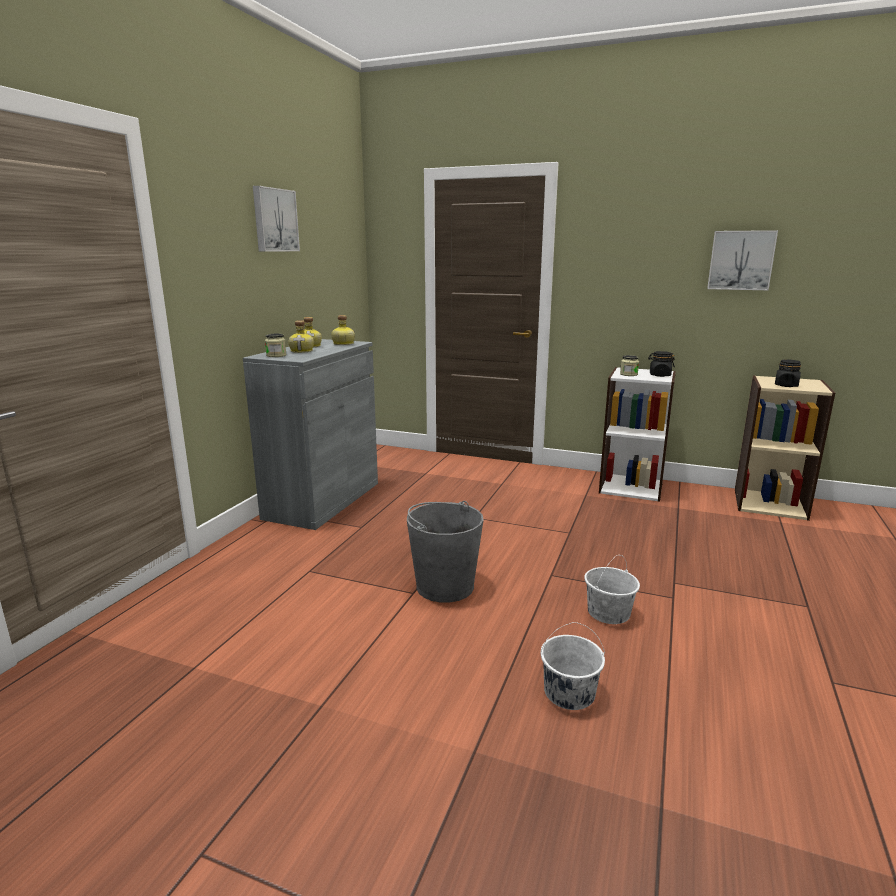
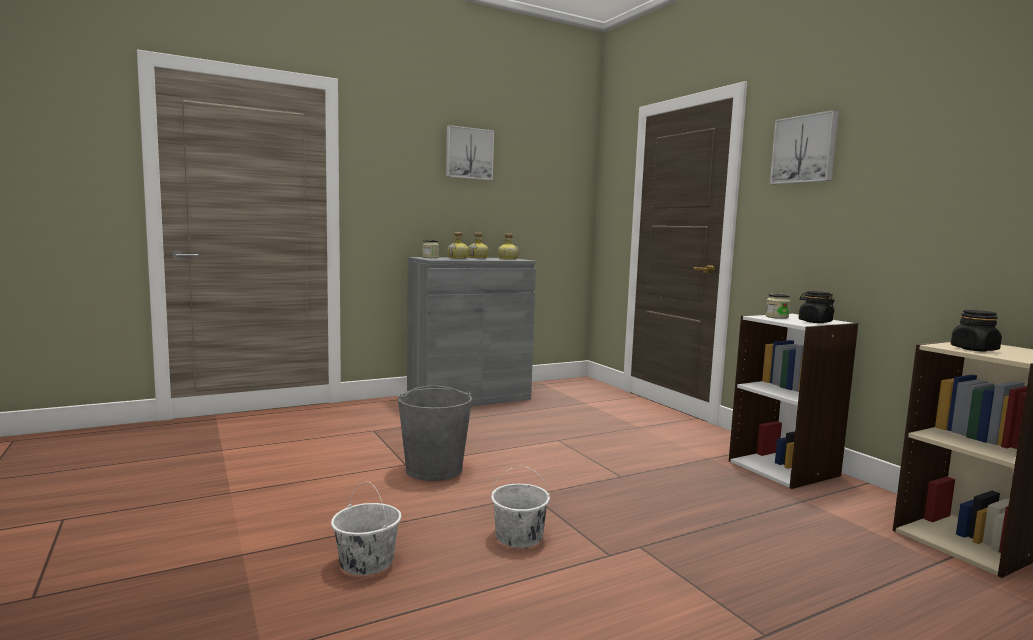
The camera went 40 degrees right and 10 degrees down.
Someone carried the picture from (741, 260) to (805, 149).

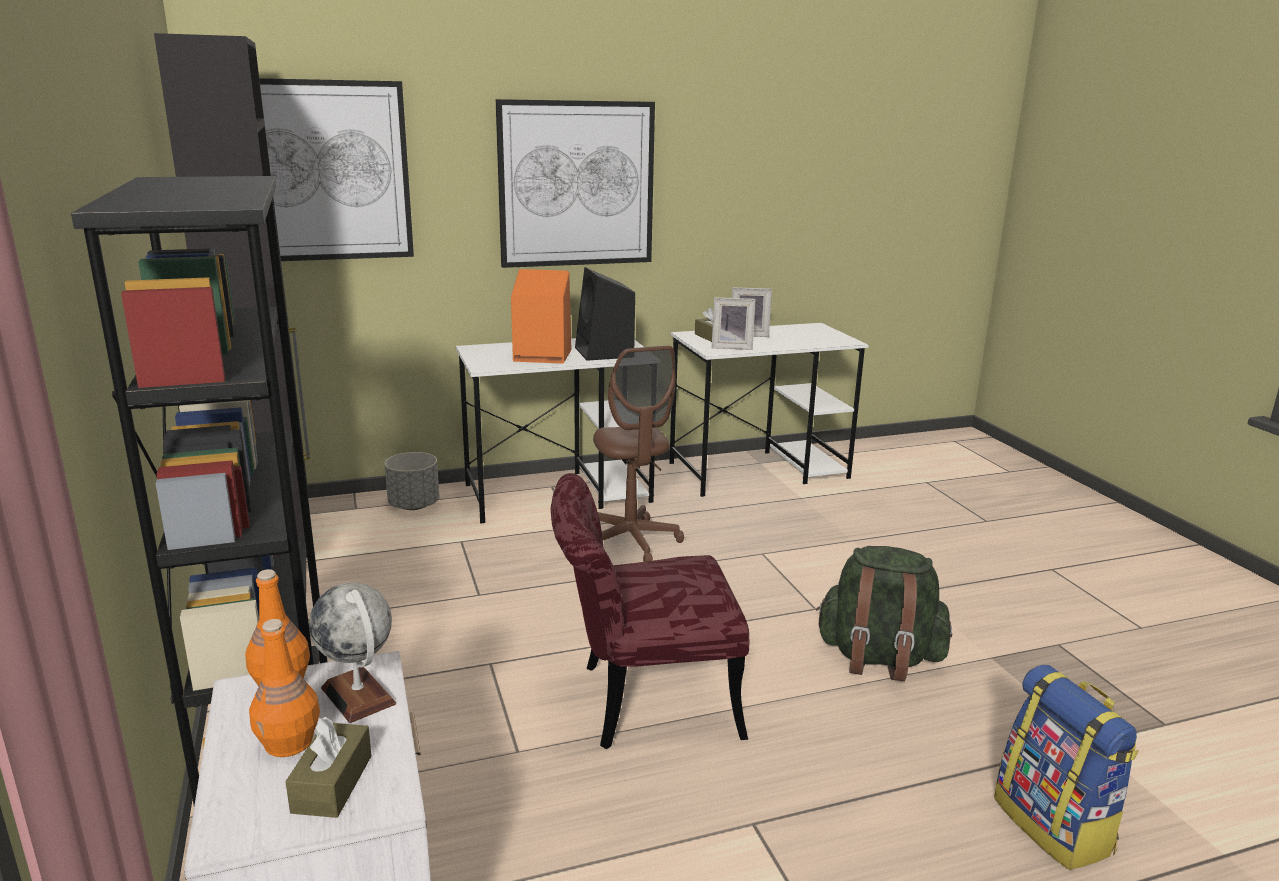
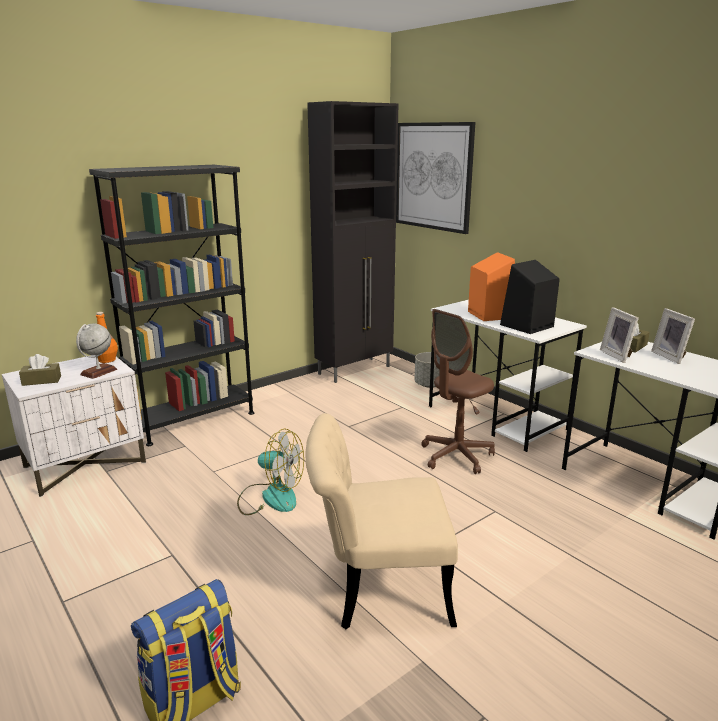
The camera went 70 degrees right and 0 degrees up.
Someone swapped the red chair at (641, 702) for the fan at (270, 497).
Someone swapped the green backpack at (878, 658) for the beige chair at (377, 589).
Someone took away the orange bottle at (289, 742).
Someone took away the picture at (576, 184).

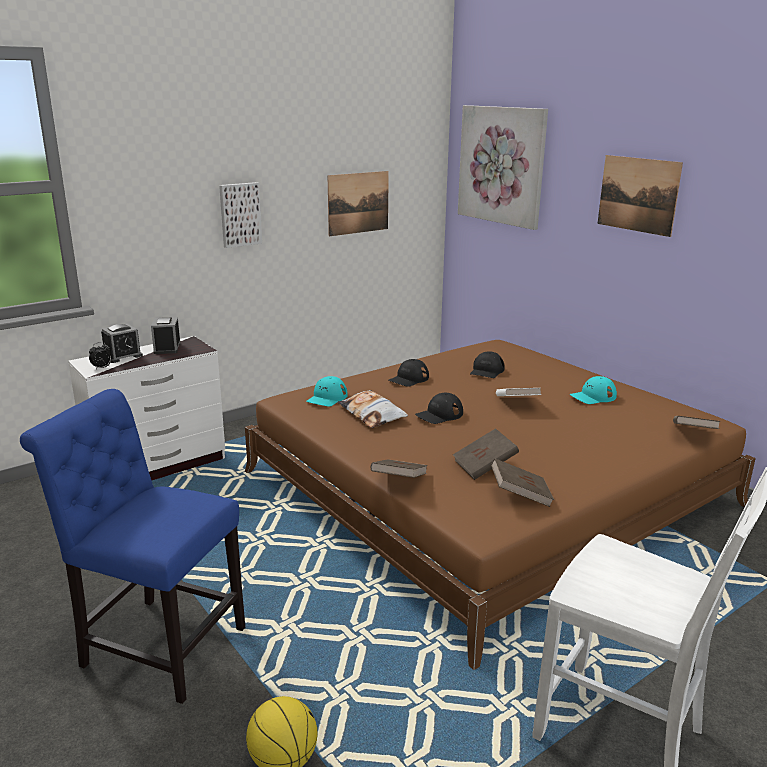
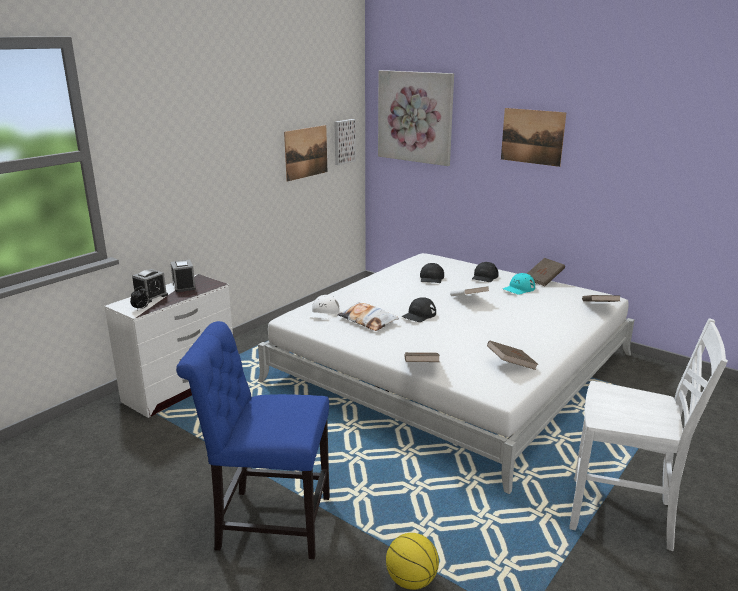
The camera went 15 degrees left and 0 degrees up.
Someone repainted the brown bed at (486, 488), which became the white bed at (451, 367).
Someone repainted the turquoise cap at (327, 398), which became the white cap at (324, 312).
Someone carried the picture from (239, 214) to (343, 141).
Someone carried the black cap from (409, 379) to (484, 277).
Someone carried the brown book from (484, 466) to (544, 280).

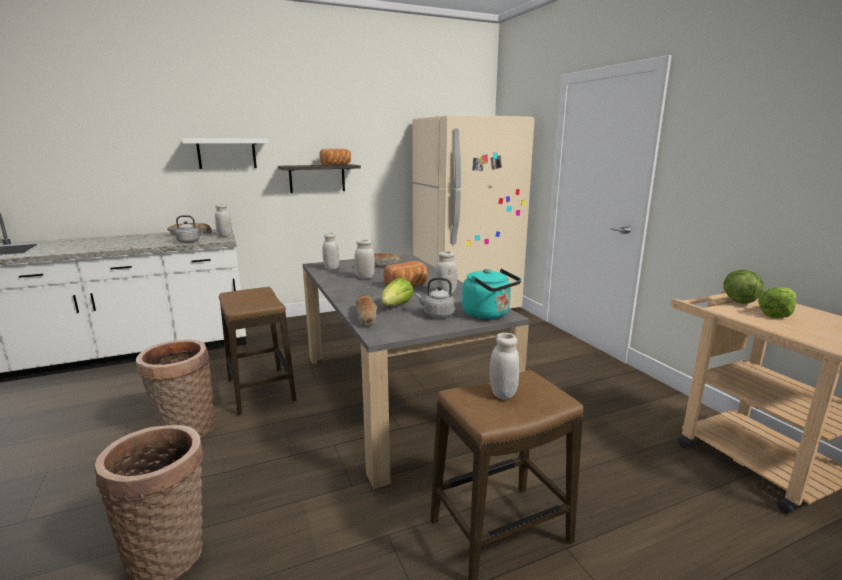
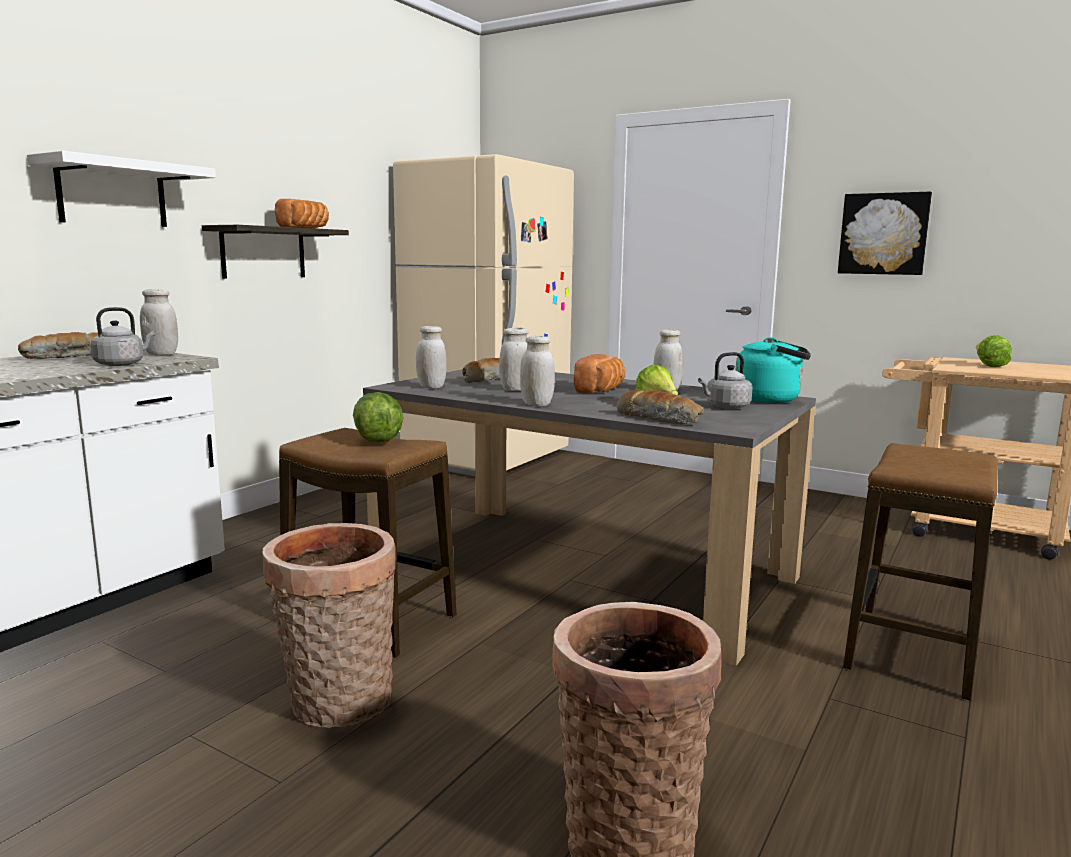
The camera went 35 degrees left and 5 degrees down.
Someone carried the lettuce from (738, 300) to (378, 439).
Someone carried the white jar from (503, 393) to (536, 404).
Someone put up the picture at (883, 234).

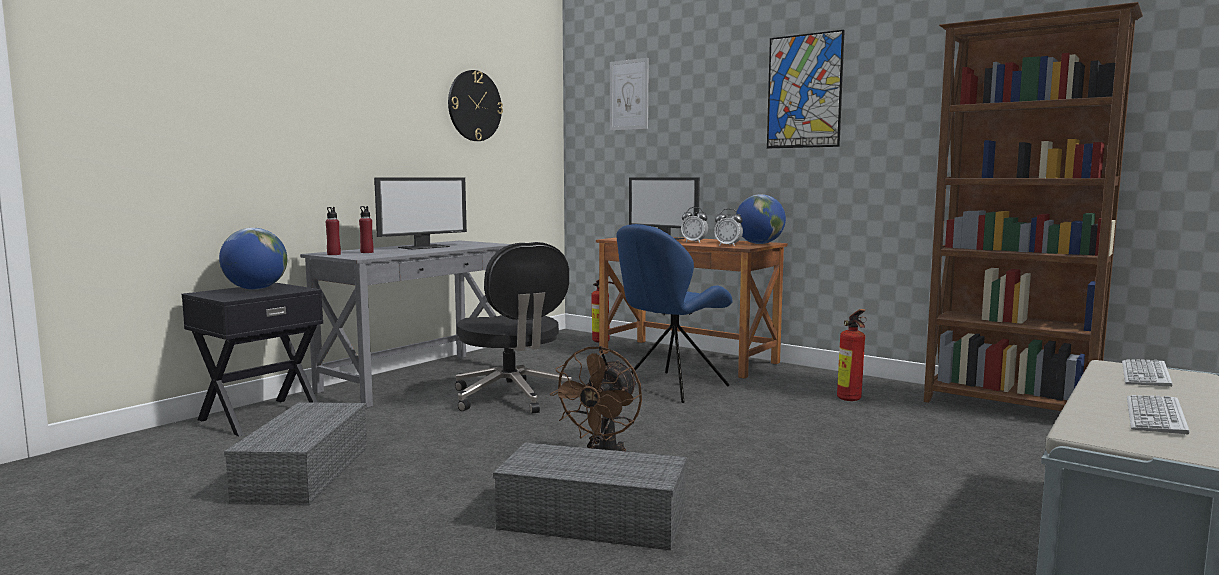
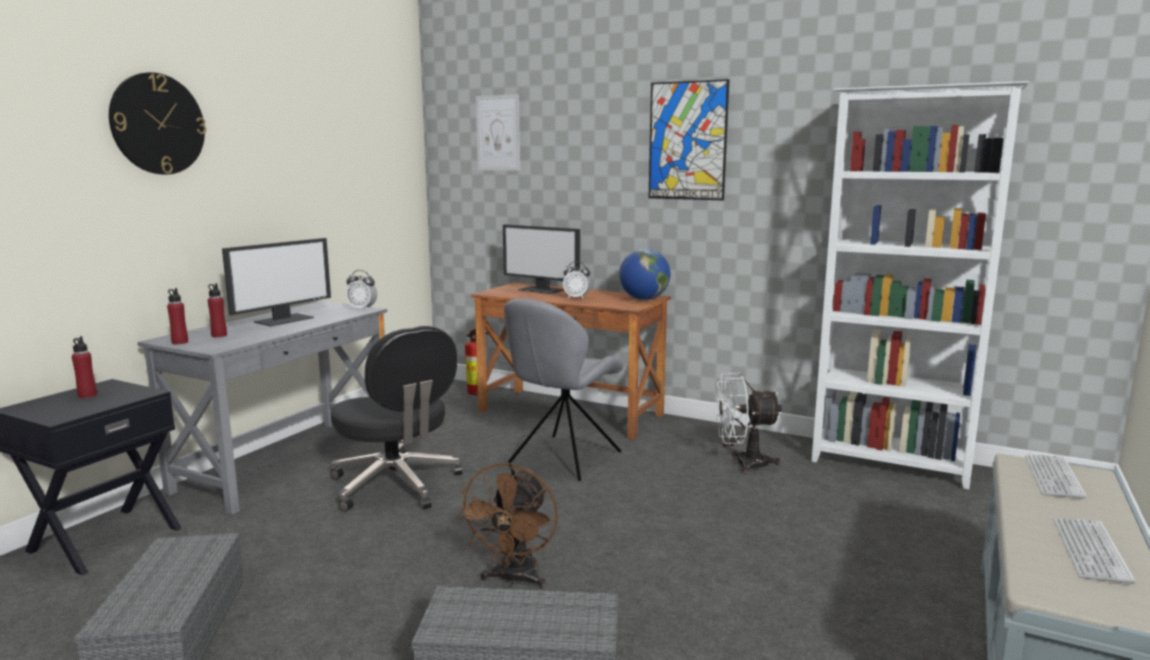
The camera went 10 degrees left and 5 degrees up.
Someone swapped the globe at (256, 289) for the red bottle at (87, 395).
Someone carried the wall clock from (474, 106) to (158, 124).
Someone carried the alarm clock from (728, 245) to (362, 309).
Someone repainted the blue chair at (671, 388), which became the grey chair at (563, 459).
Someone swapped the fire extinguisher at (850, 400) for the white fan at (742, 464).
Someone repainted the brown bookcase at (1009, 408), which became the white bookcase at (891, 465).

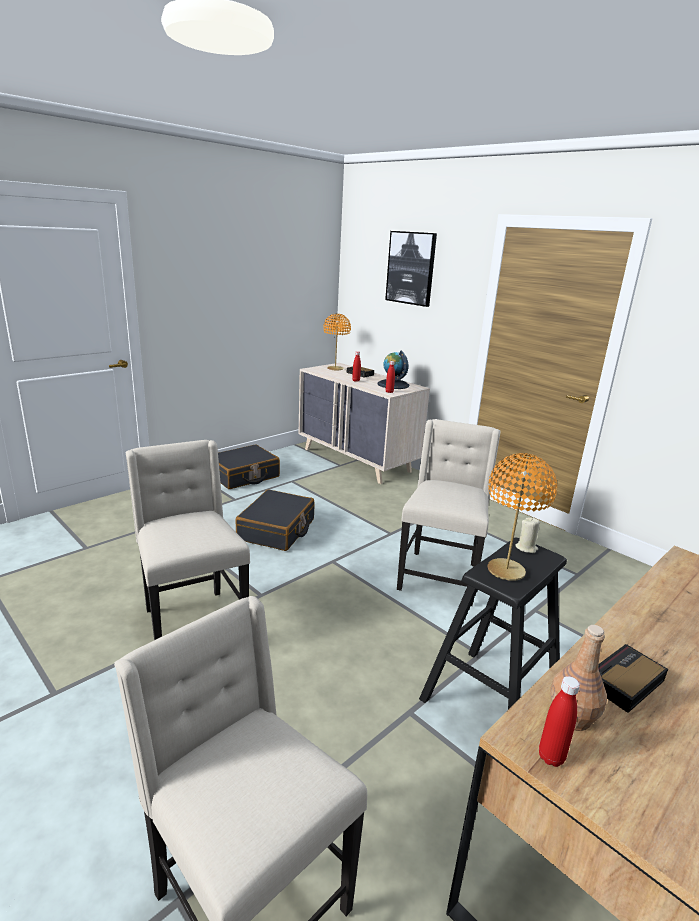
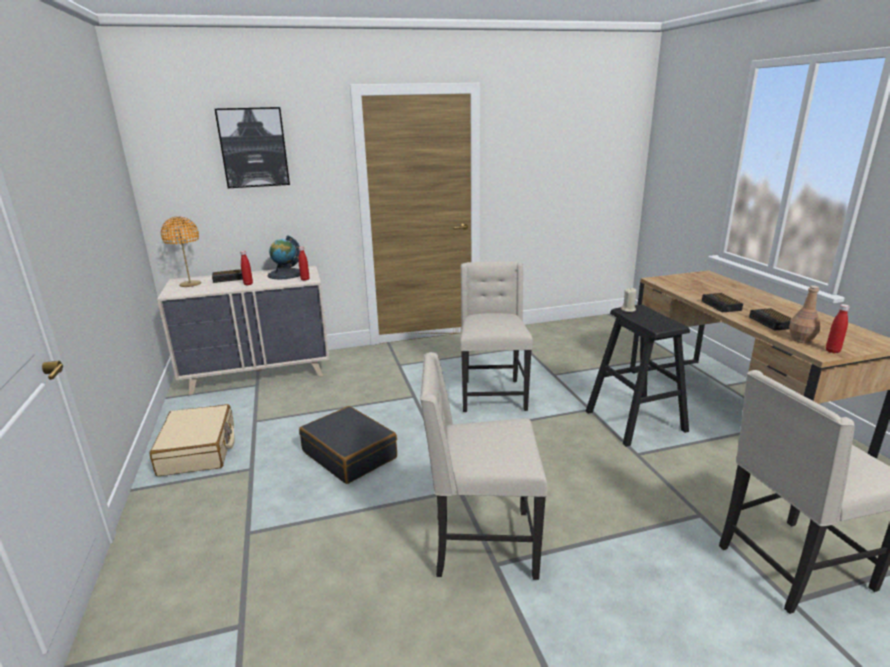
The camera went 60 degrees left and 0 degrees up.
Someone repainted the black suitcase at (243, 476), which became the beige suitcase at (198, 450).
Someone rotated the beige chair at (439, 576) by 45 degrees clockwise.
Someone put down the alarm clock at (721, 306).
Someone took away the orange table lamp at (506, 571).

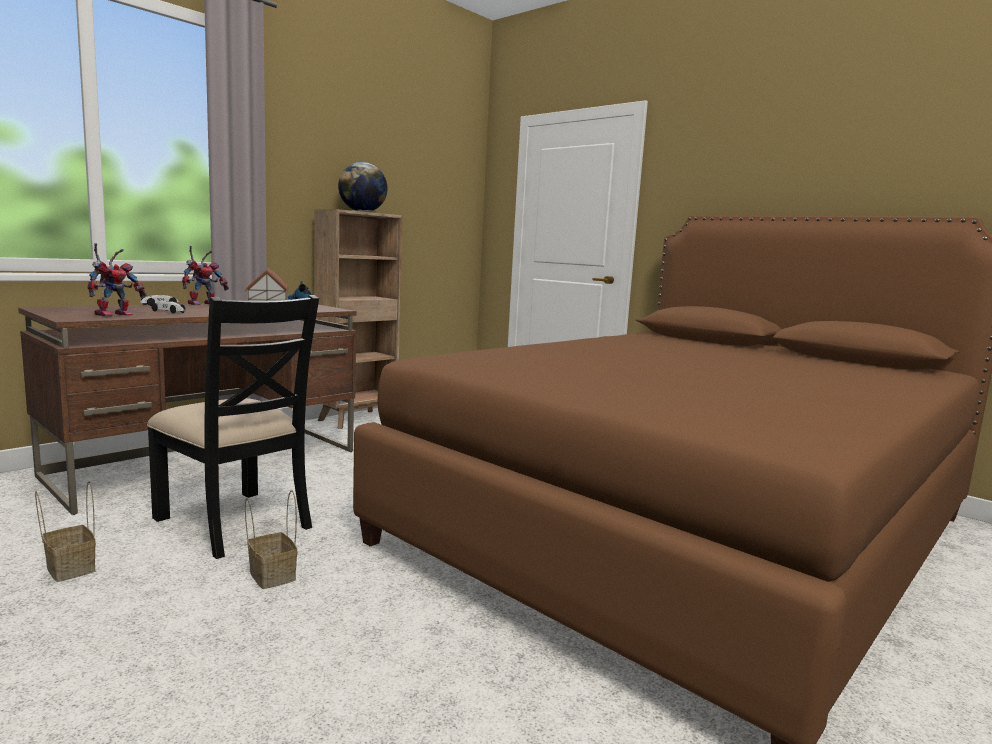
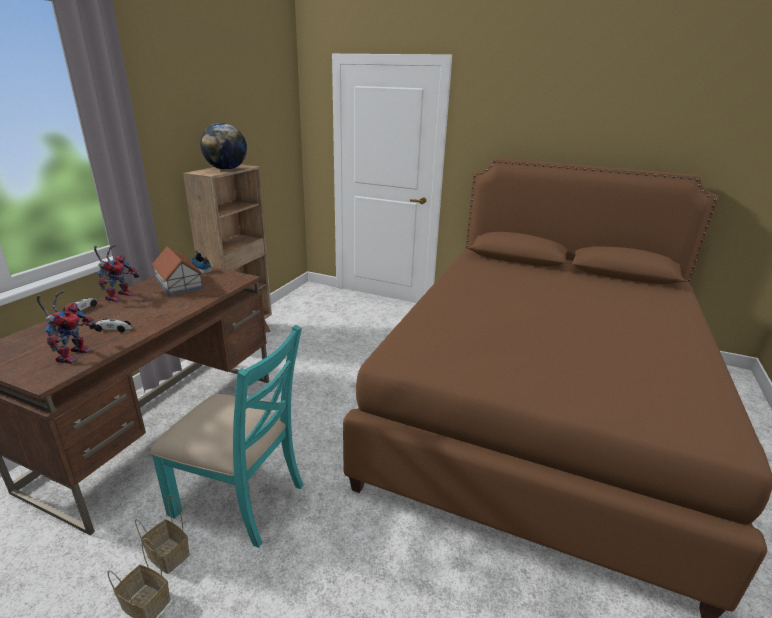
The camera went 20 degrees left and 15 degrees up.
Someone carried the basket from (270, 575) to (167, 555).
Someone repainted the black chair at (235, 522), which became the turquoise chair at (240, 498).

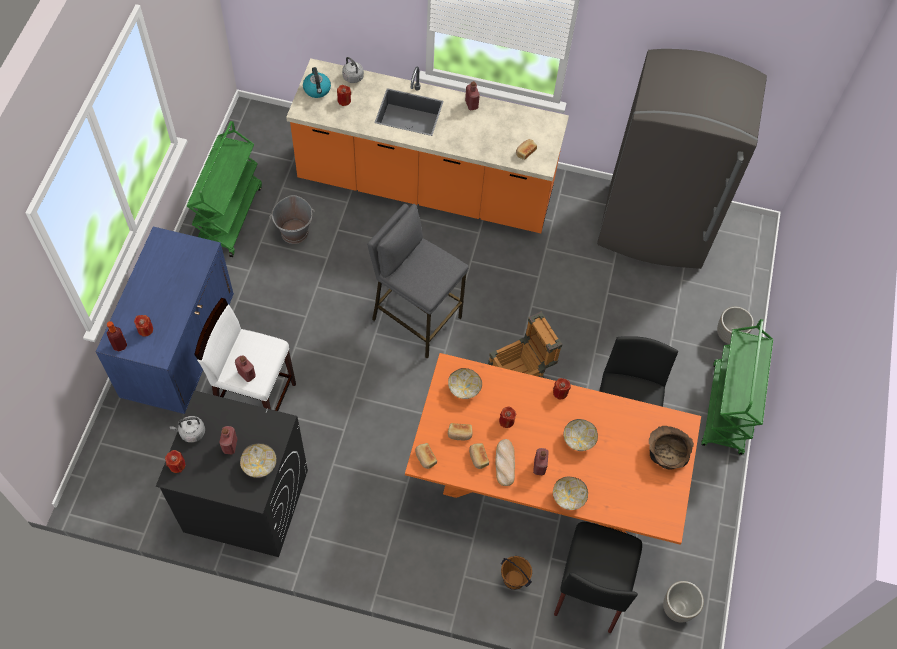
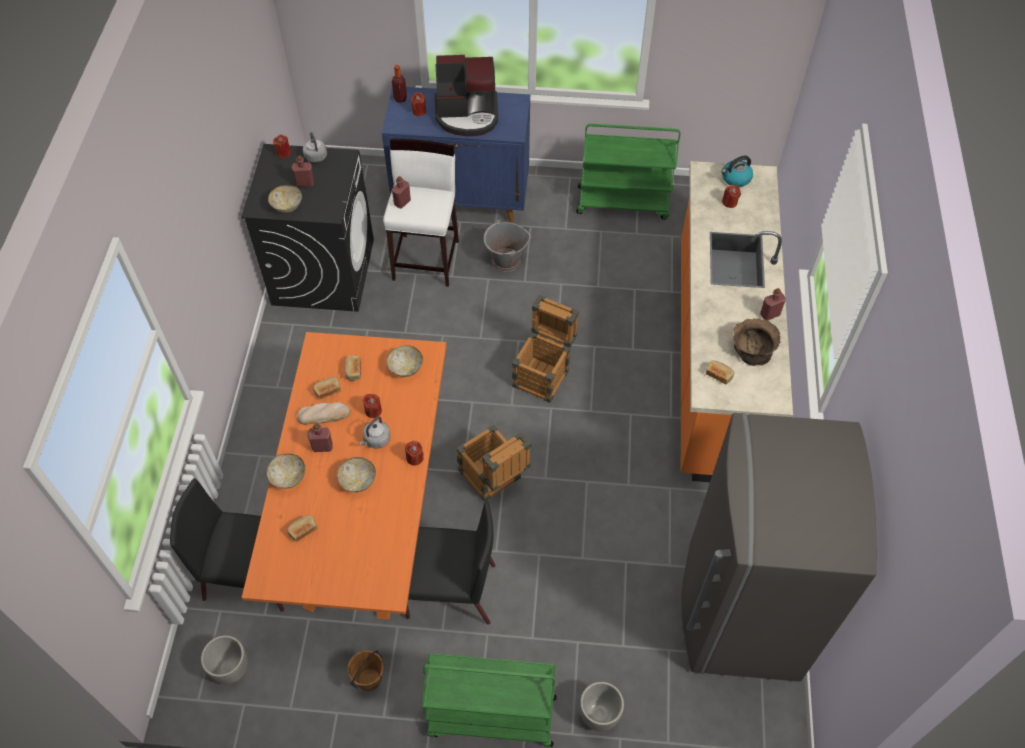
The camera went 85 degrees right and 5 degrees down.
Someone carried the bread from (425, 458) to (303, 530).
Someone carried the brown bucket from (513, 580) to (369, 679).
Someone carried the grey kettle from (354, 78) to (376, 440).
Someone put down the coffee machine at (467, 115).
Someone carried the grey bucket from (295, 232) to (506, 261).
Someone swapped the grey stool at (416, 318) for the crate at (544, 373).
Someone carried the brown bowl from (666, 453) to (753, 347).

